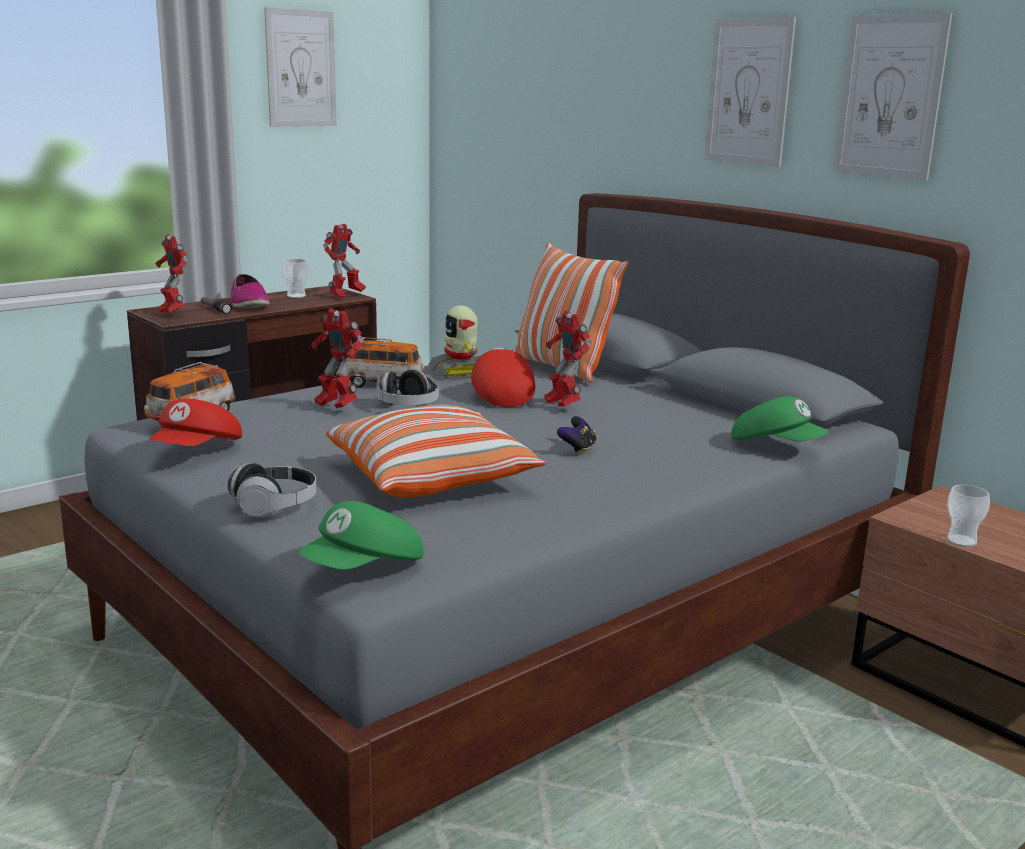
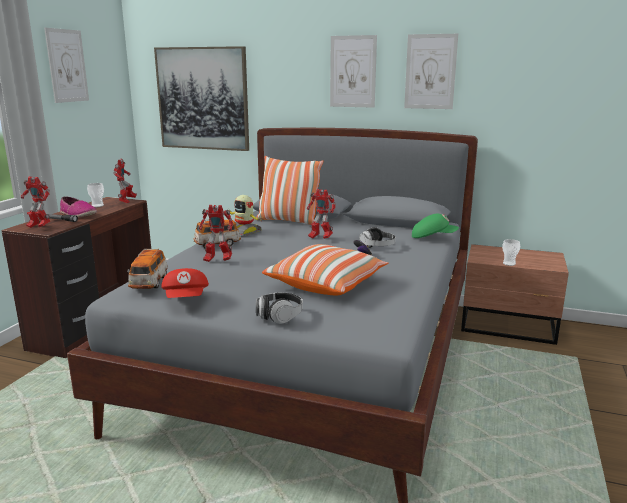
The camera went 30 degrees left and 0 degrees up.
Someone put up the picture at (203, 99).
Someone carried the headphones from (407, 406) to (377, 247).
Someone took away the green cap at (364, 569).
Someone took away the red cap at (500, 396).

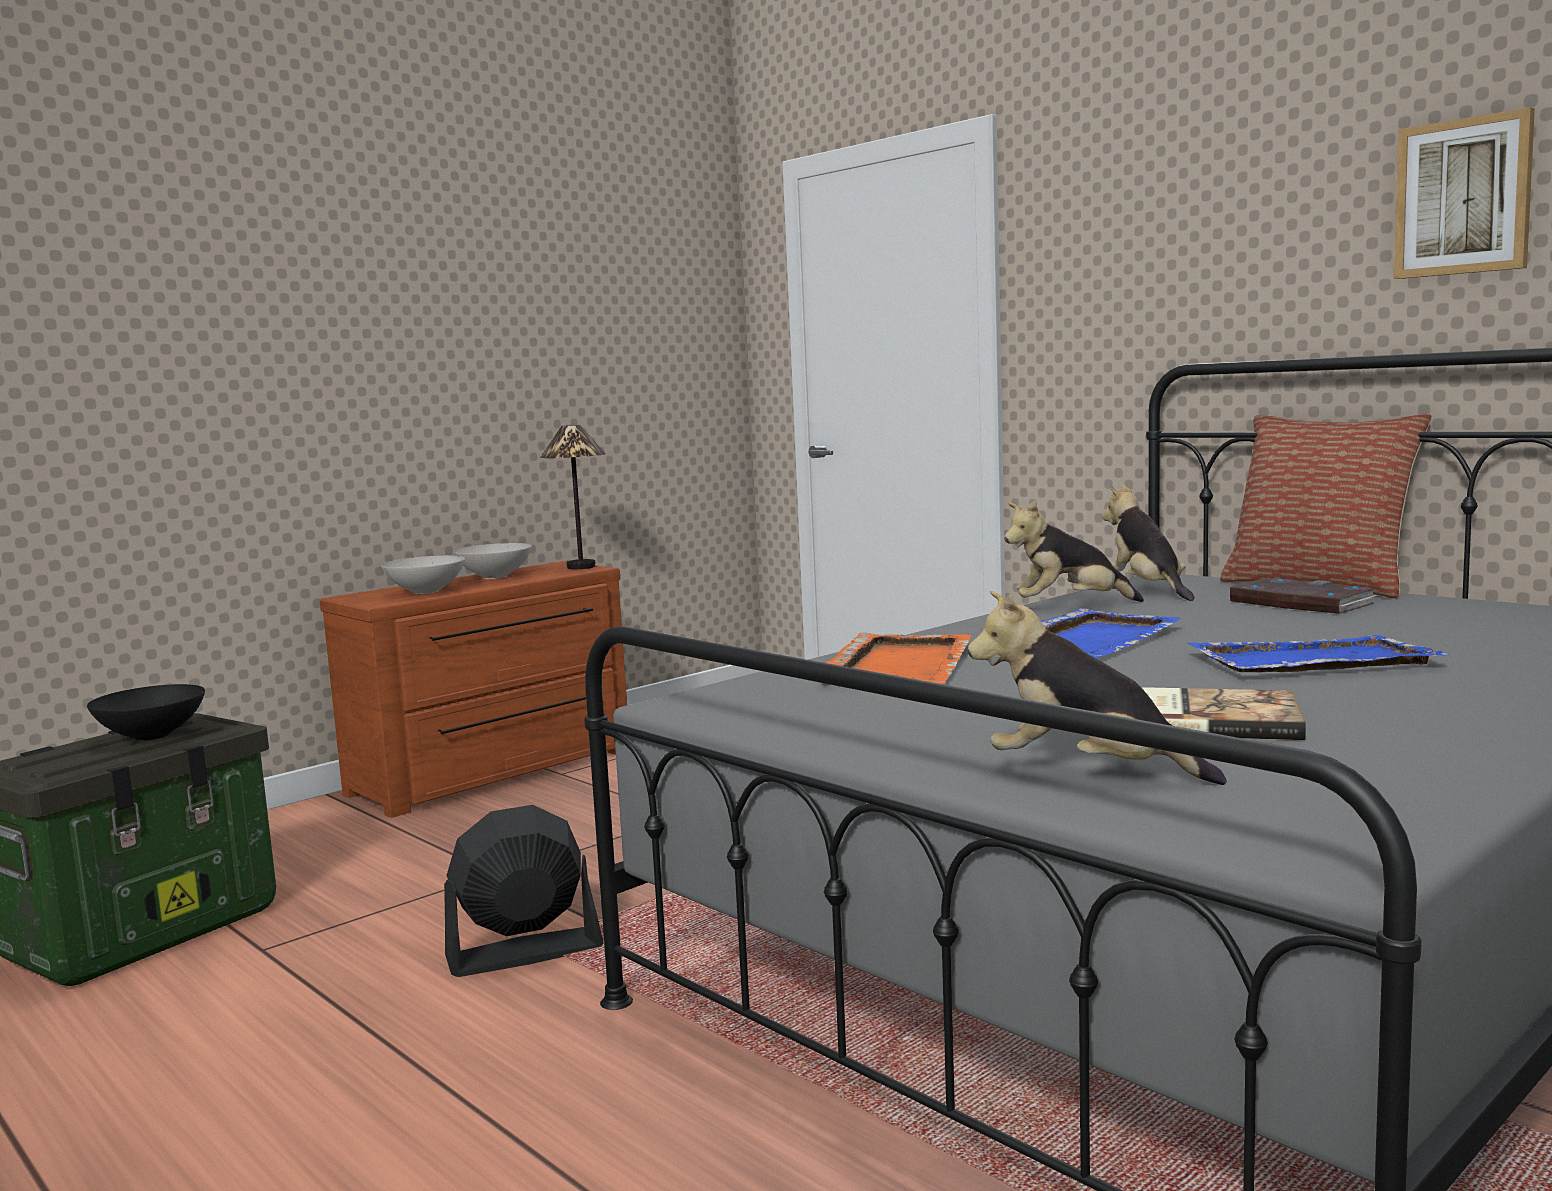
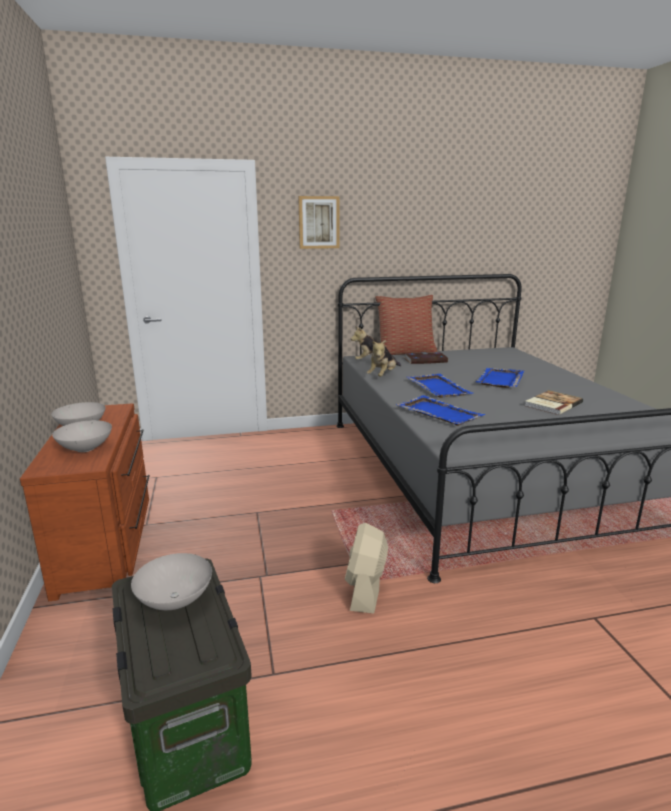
The camera went 60 degrees left and 10 degrees up.
Someone repainted the black bowl at (150, 736), which became the white bowl at (174, 601).
Someone carried the picture from (1463, 197) to (318, 222).
Someone repainted the black fan at (524, 953), which became the beige fan at (365, 589).
Someone repainted the orange tray at (899, 665), which became the blue tray at (438, 412).
Someone took away the table lamp at (580, 567).
Someone took away the plush toy at (1088, 773).

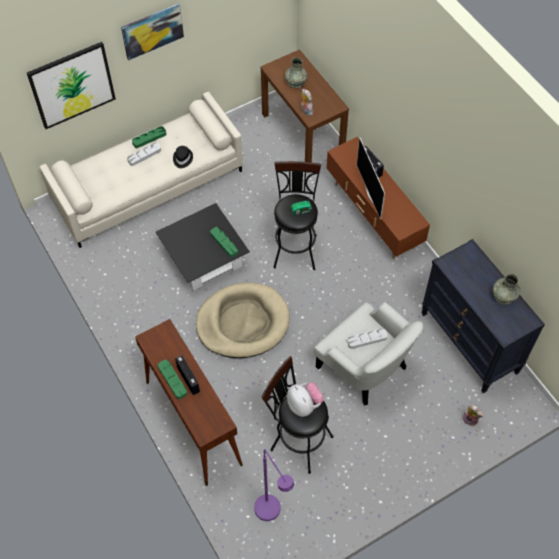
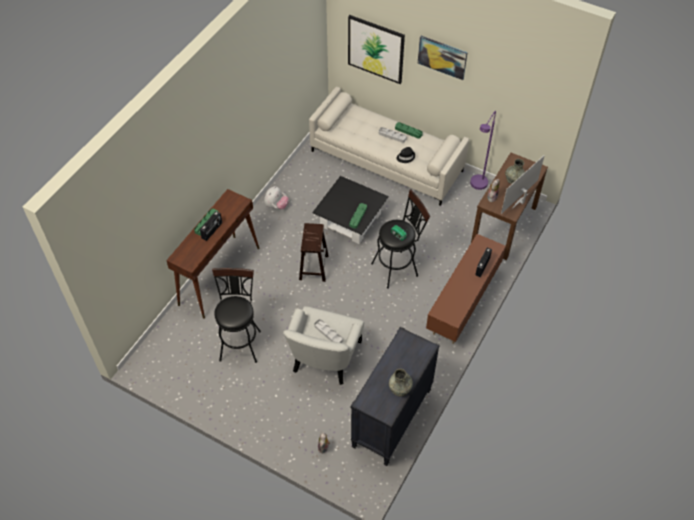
The camera went 60 degrees right and 5 degrees down.
Someone carried the plush toy from (304, 405) to (276, 206).
Someone swapped the beige dog bed at (243, 322) for the brown stool at (313, 266).
Someone carried the purple floor lamp from (272, 514) to (477, 186).
Someone carried the television from (371, 194) to (521, 201).

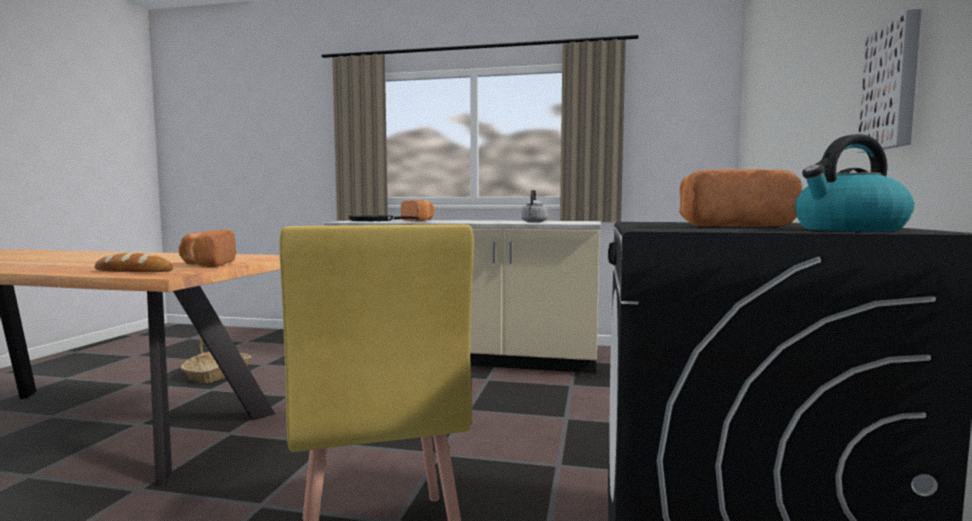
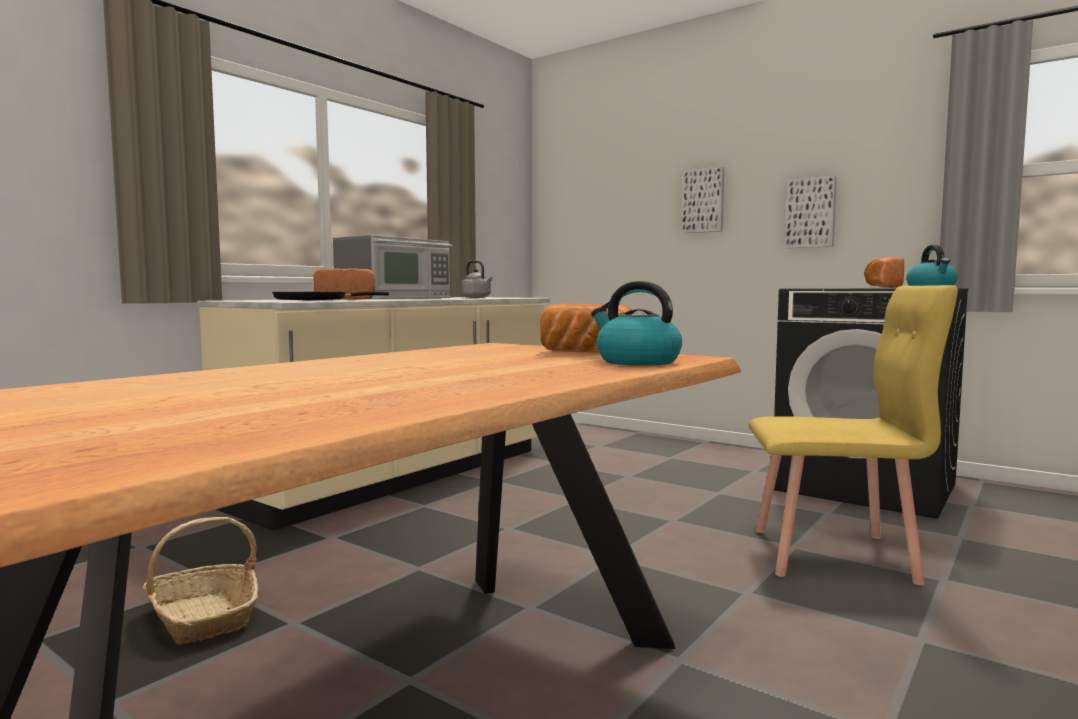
The camera went 65 degrees left and 0 degrees up.
Someone put down the microwave at (396, 298).
Someone swapped the bread at (133, 271) for the kettle at (636, 362).
Someone put up the picture at (704, 201).

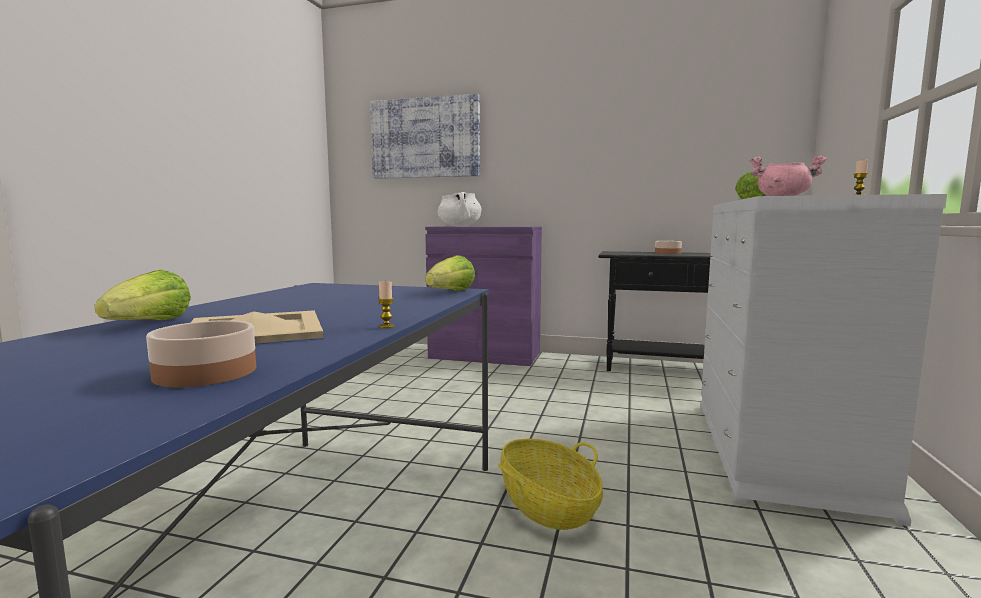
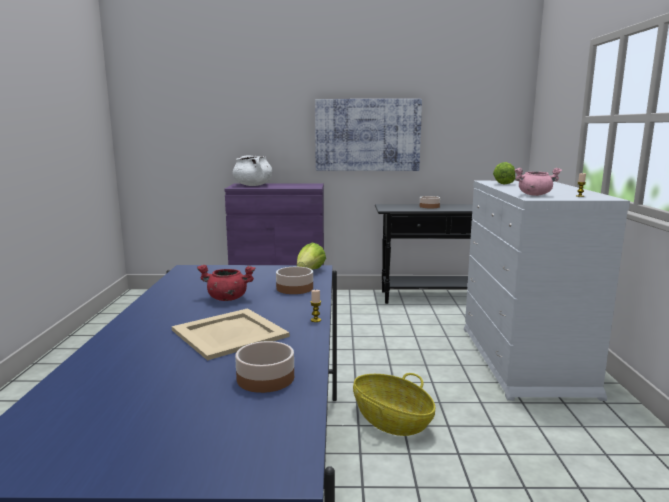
The camera went 15 degrees left and 5 degrees up.
Someone put down the red cooking pot at (227, 298).
Someone put down the bowl at (294, 288).
Someone carried the picture from (425, 138) to (367, 135).
Someone took away the lettuce at (150, 323).

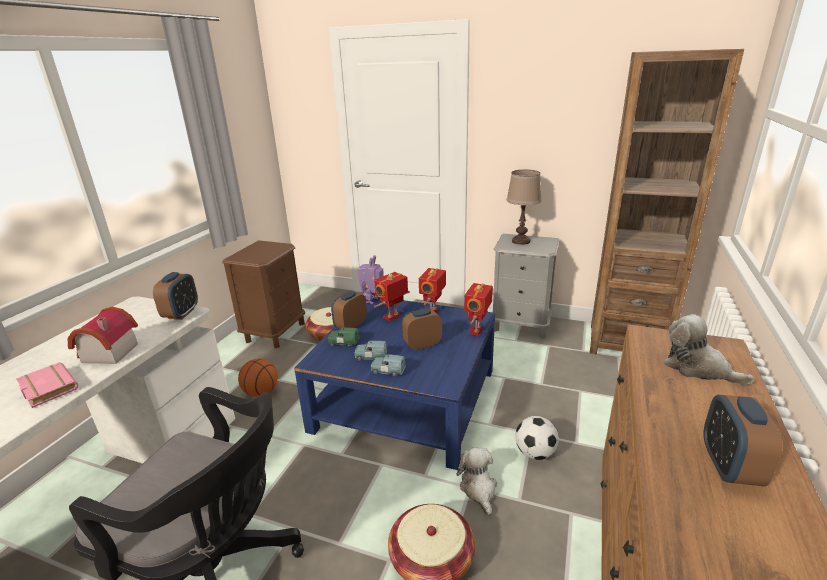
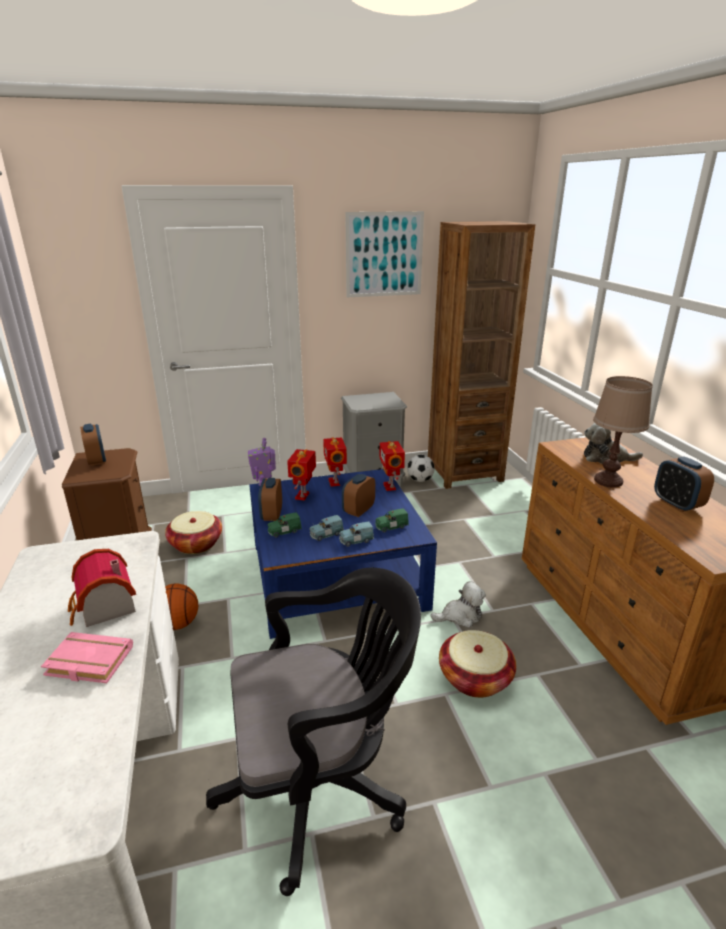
The camera went 35 degrees left and 0 degrees up.
Someone carried the alarm clock from (181, 313) to (97, 460).
Someone put up the picture at (384, 254).
Someone put down the green toy car at (391, 527).
Someone carried the football from (535, 453) to (420, 480).
Someone rotated the plush toy at (478, 489) by 120 degrees clockwise.
Someone carried the brown table lamp from (521, 241) to (608, 481).

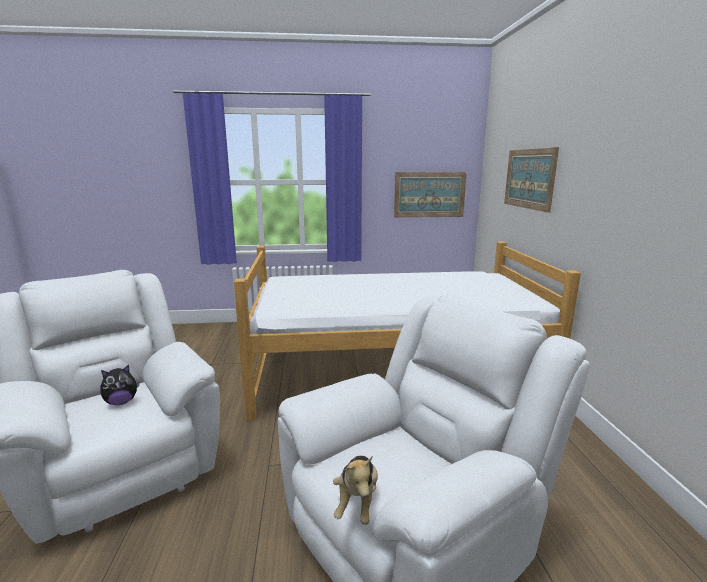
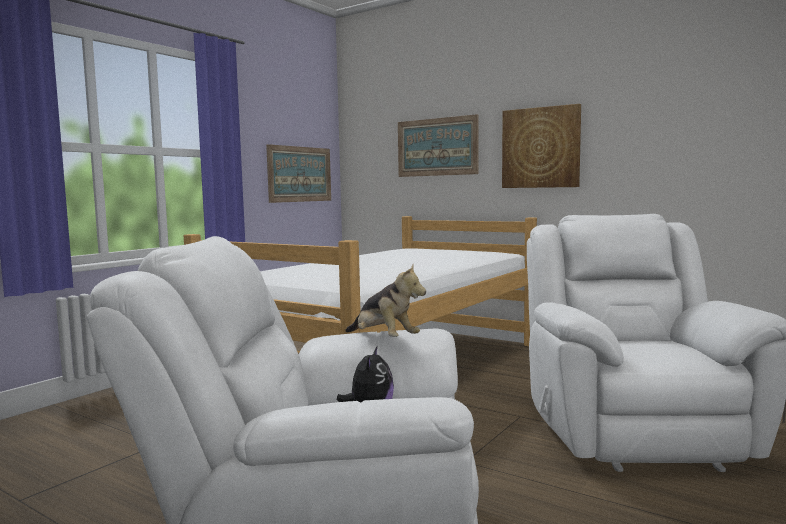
The camera went 50 degrees left and 10 degrees down.
Someone carried the plush toy from (357, 502) to (383, 339).
Someone put up the picture at (540, 148).

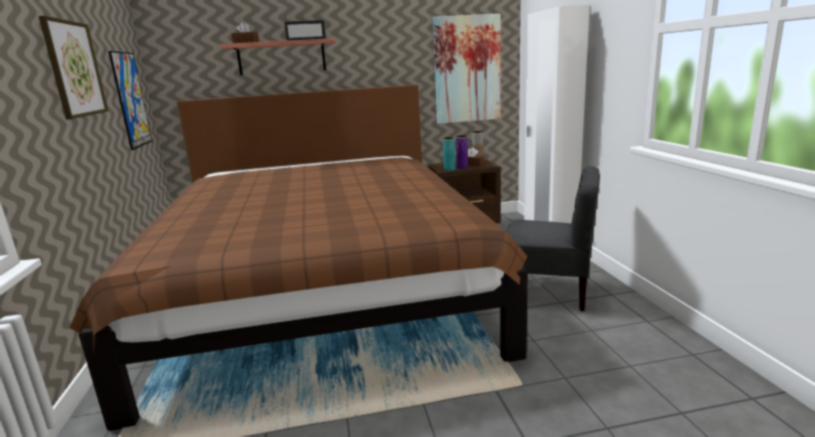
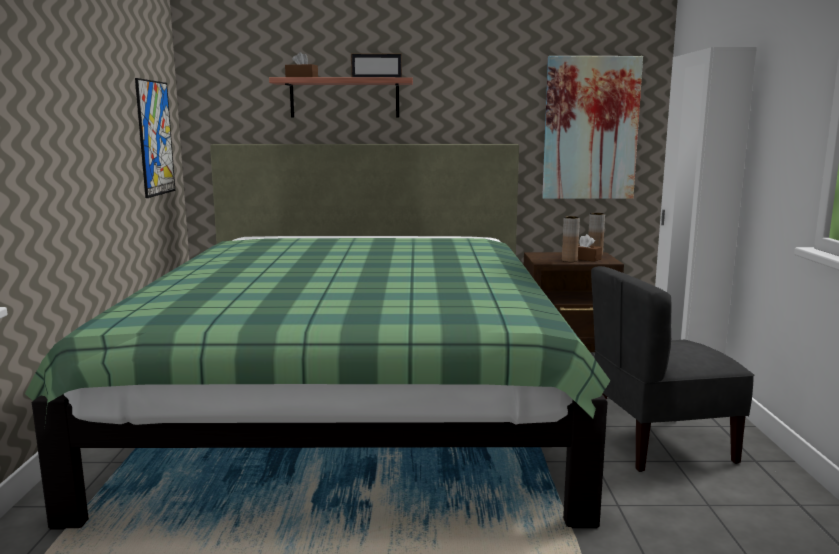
The camera went 10 degrees right and 5 degrees down.
Someone repainted the brown bed at (322, 291), which became the green bed at (351, 402).
Someone repainted the purple vase at (462, 167), which became the brown vase at (569, 260).
Someone rotated the grey chair at (548, 292) by 135 degrees clockwise.
Someone took away the picture at (74, 69).
Someone took away the turquoise vase at (449, 169).

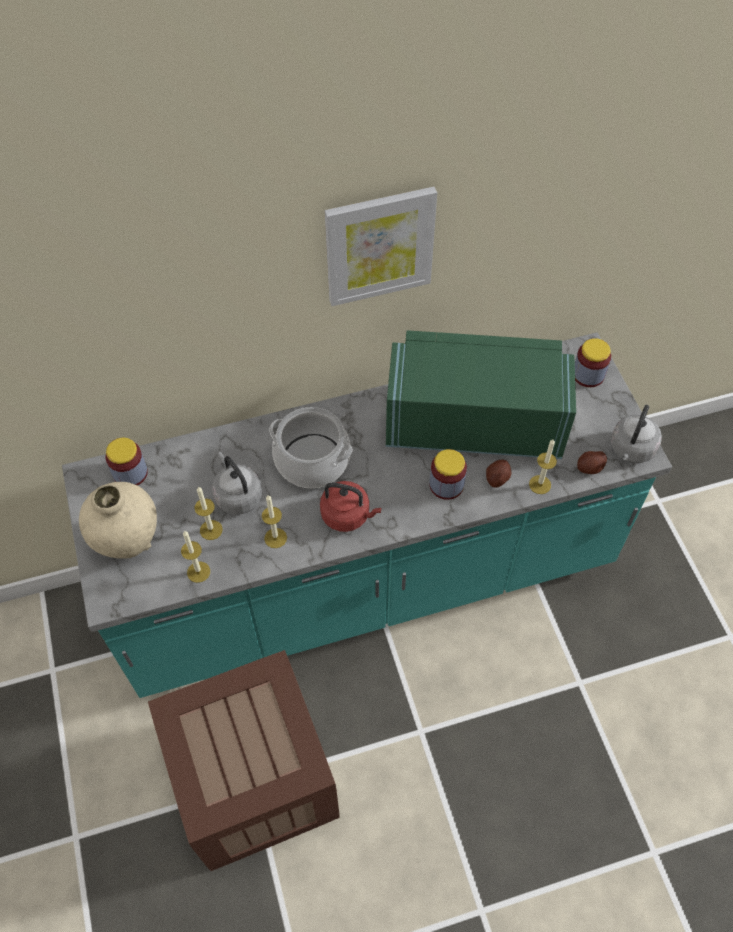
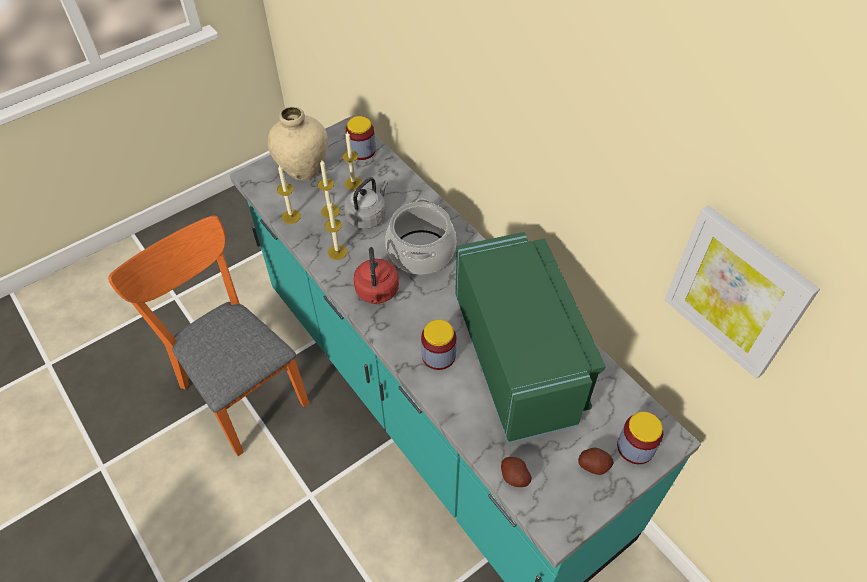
The camera went 70 degrees right and 5 degrees down.
Someone swapped the crate at (254, 780) for the orange chair at (239, 387).
Someone carried the candle from (540, 484) to (353, 183).
Someone carried the potato from (497, 478) to (593, 465).
Someone carried the picture from (379, 245) to (736, 292).
Someone took away the grey kettle at (631, 450).

